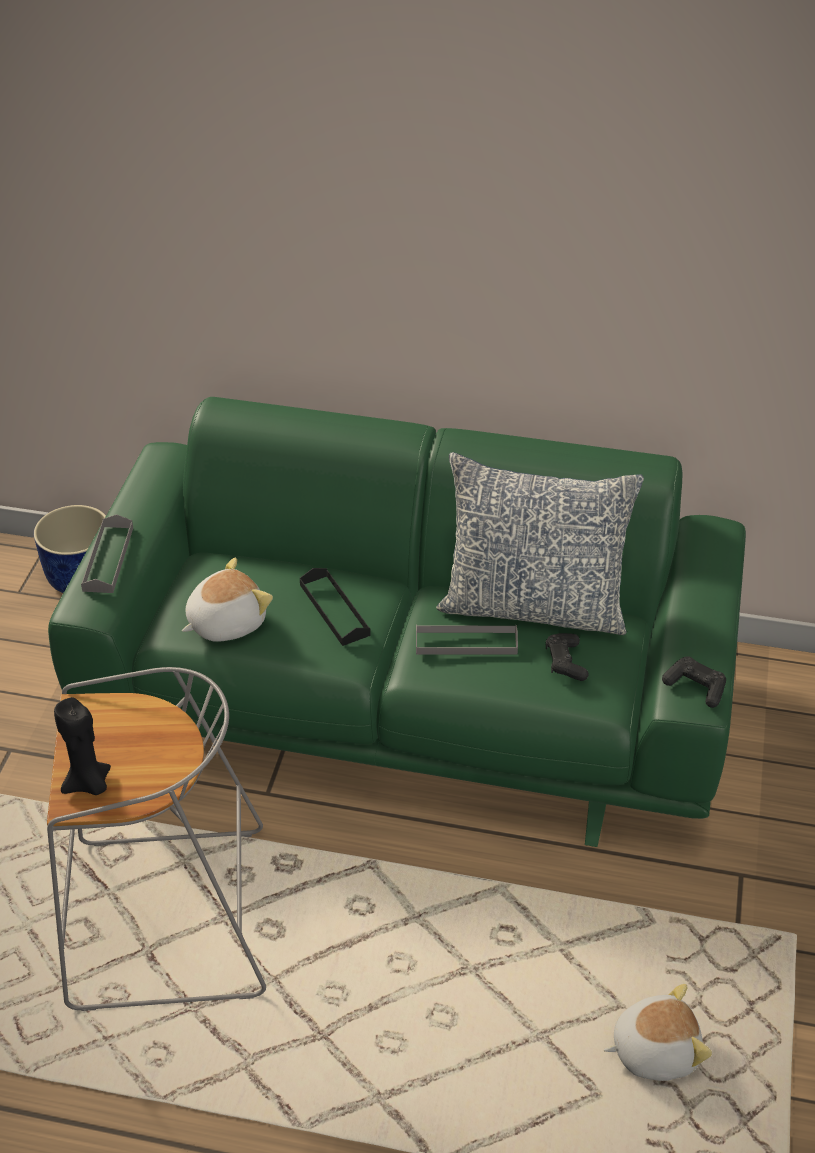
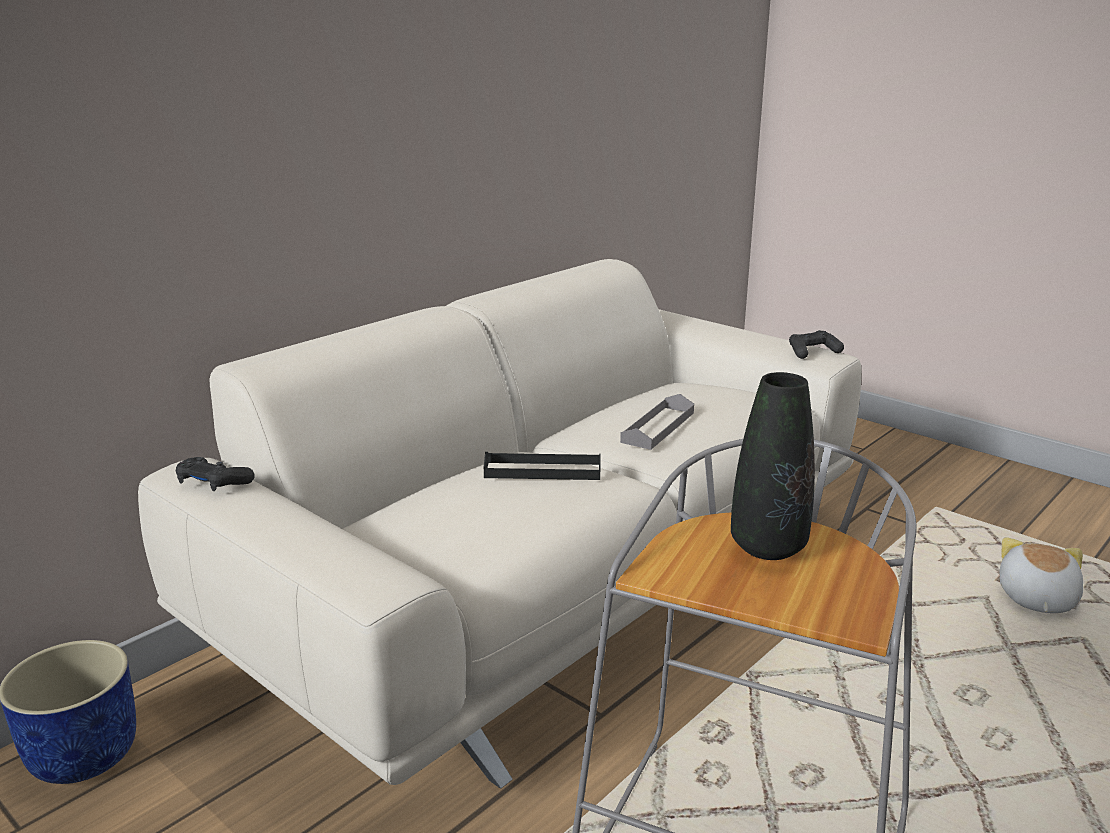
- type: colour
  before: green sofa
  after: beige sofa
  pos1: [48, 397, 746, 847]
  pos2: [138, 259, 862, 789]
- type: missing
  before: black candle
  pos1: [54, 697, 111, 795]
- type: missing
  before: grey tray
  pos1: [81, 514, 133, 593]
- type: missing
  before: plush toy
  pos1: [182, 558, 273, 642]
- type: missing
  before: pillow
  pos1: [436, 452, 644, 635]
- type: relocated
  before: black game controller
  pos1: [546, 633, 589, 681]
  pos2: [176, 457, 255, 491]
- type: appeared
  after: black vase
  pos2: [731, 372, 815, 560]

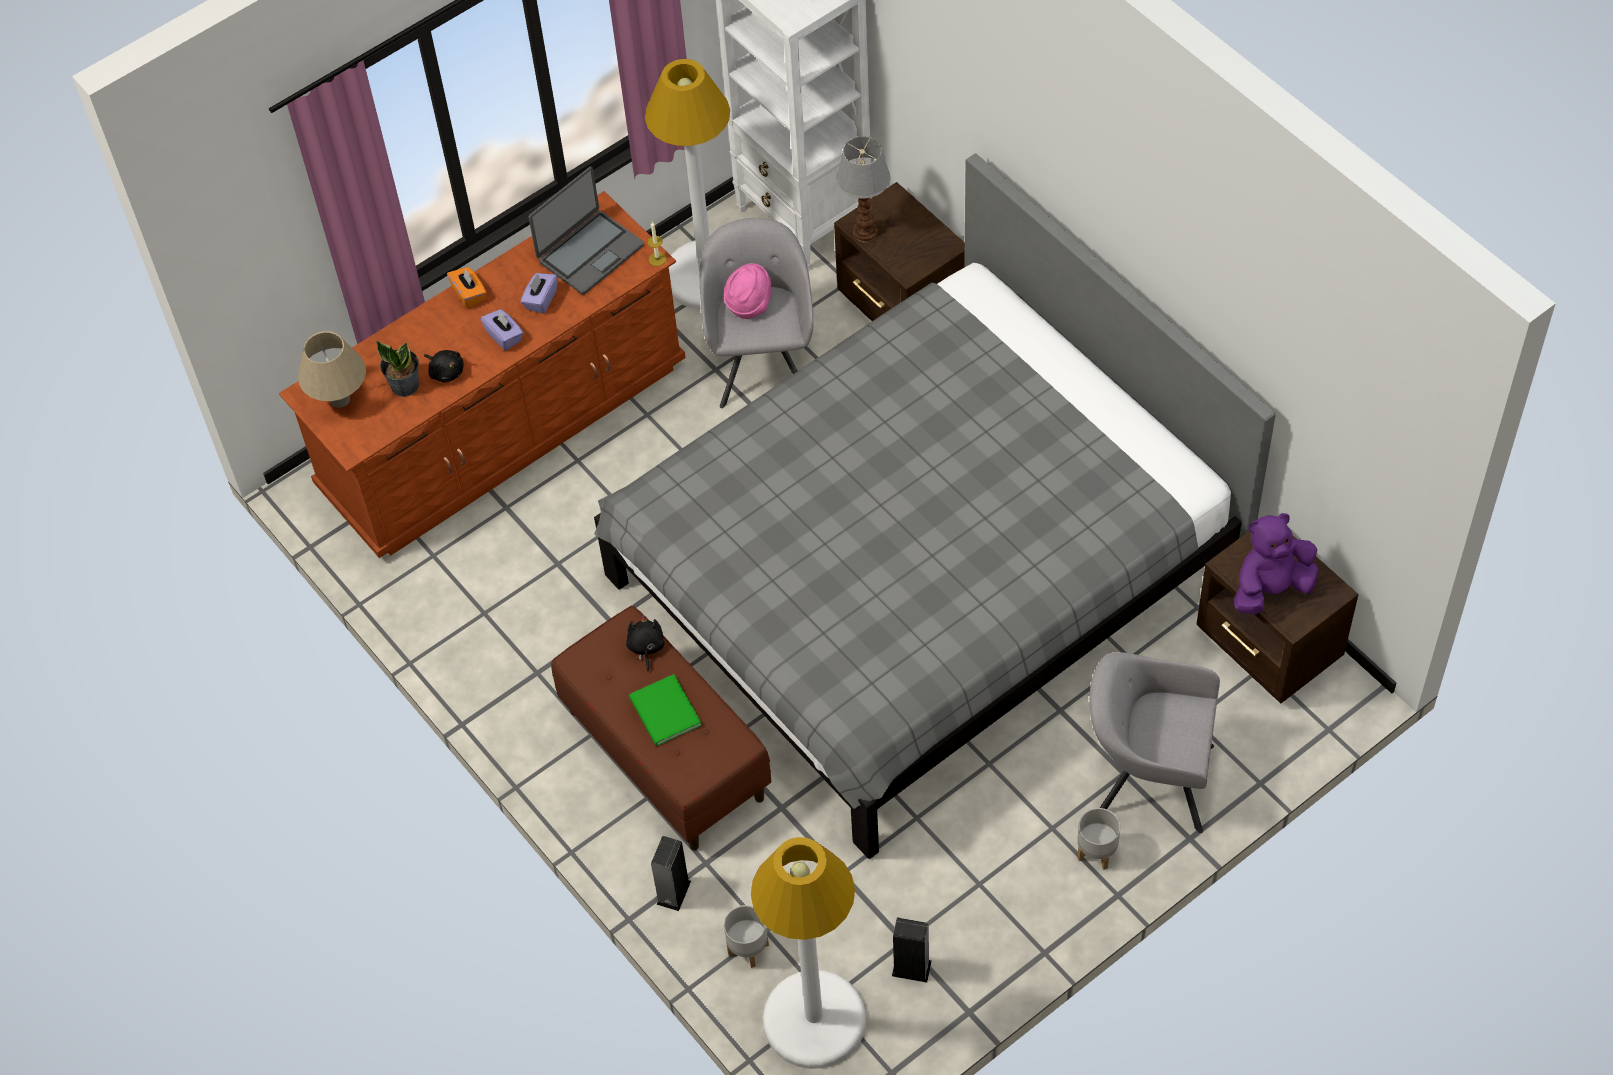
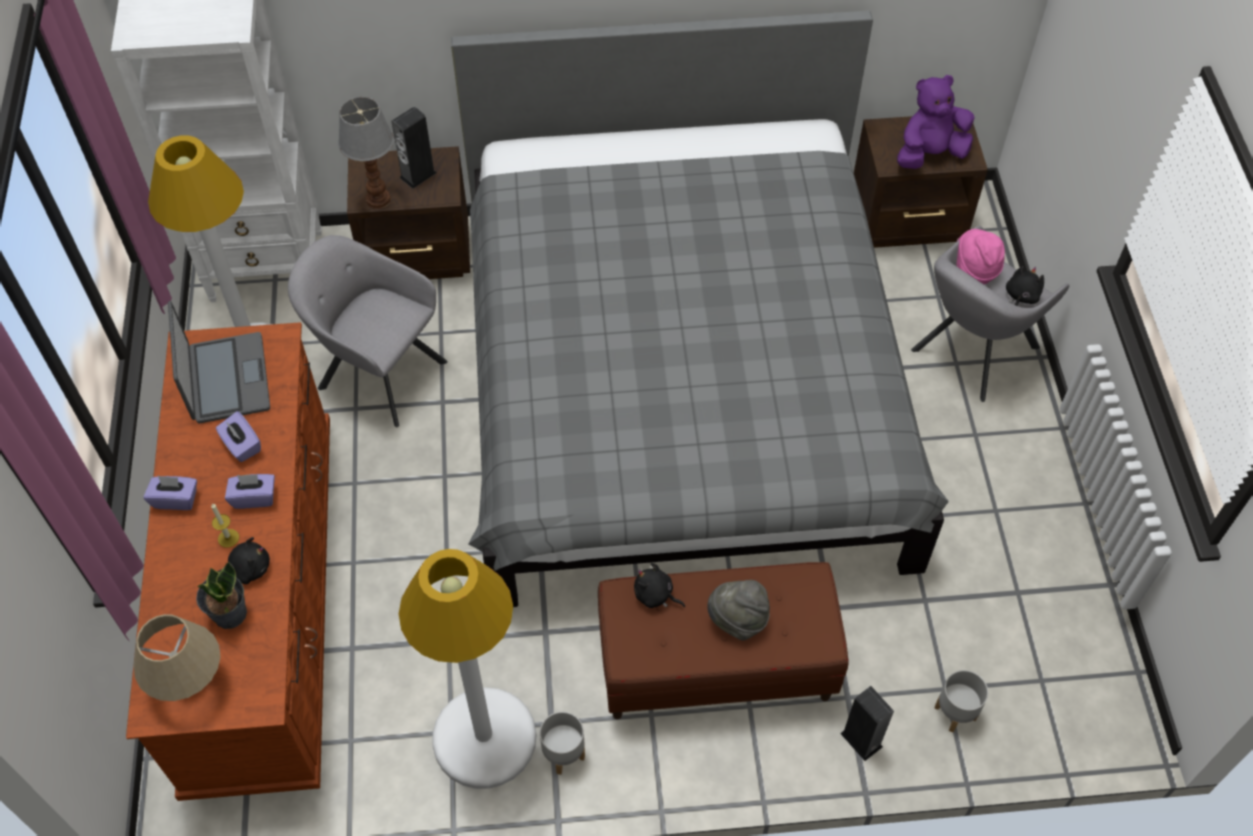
- type: colour
  before: orange tissue box
  after: purple tissue box
  pos1: [447, 267, 487, 308]
  pos2: [144, 476, 197, 510]
- type: exchanged
  before: green book
  after: grey hat
  pos1: [629, 674, 702, 746]
  pos2: [707, 580, 770, 641]
- type: relocated
  before: candle
  pos1: [647, 222, 666, 266]
  pos2: [211, 503, 239, 548]
- type: relocated
  before: pink hat
  pos1: [724, 263, 771, 319]
  pos2: [957, 229, 1005, 284]
- type: relocated
  before: white floor lamp
  pos1: [751, 837, 866, 1069]
  pos2: [399, 549, 536, 789]
- type: relocated
  before: speaker
  pos1: [892, 917, 932, 983]
  pos2: [391, 107, 437, 189]
- type: relocated
  before: grey planter
  pos1: [1077, 808, 1120, 870]
  pos2: [540, 712, 585, 775]
- type: spun
  before: purple plush toy
  pos1: [1234, 513, 1318, 614]
  pos2: [897, 75, 975, 169]
  turn: 60
- type: appeared
  after: black plush toy
  pos2: [1006, 266, 1044, 306]

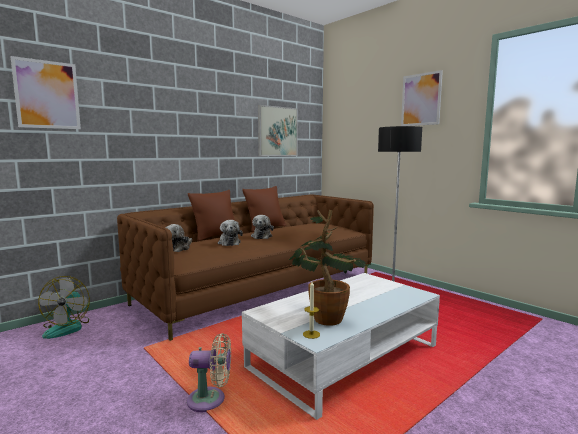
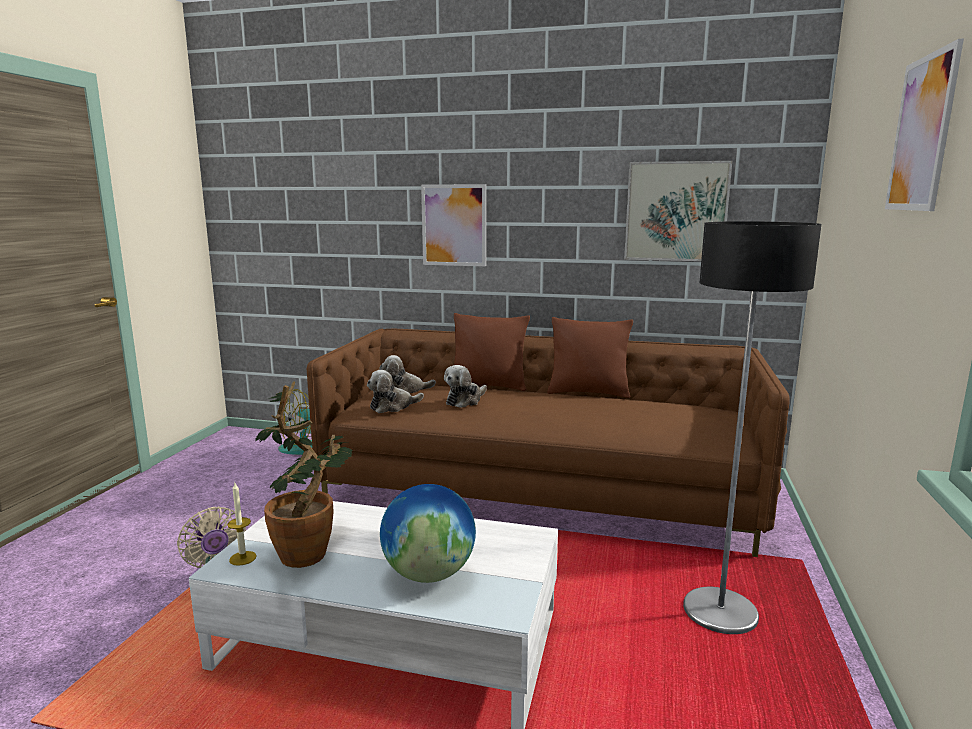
- type: relocated
  before: picture
  pos1: [10, 56, 81, 129]
  pos2: [421, 184, 486, 266]
- type: relocated
  before: plush toy
  pos1: [251, 215, 274, 239]
  pos2: [367, 370, 424, 413]
- type: appeared
  after: globe
  pos2: [380, 484, 476, 583]

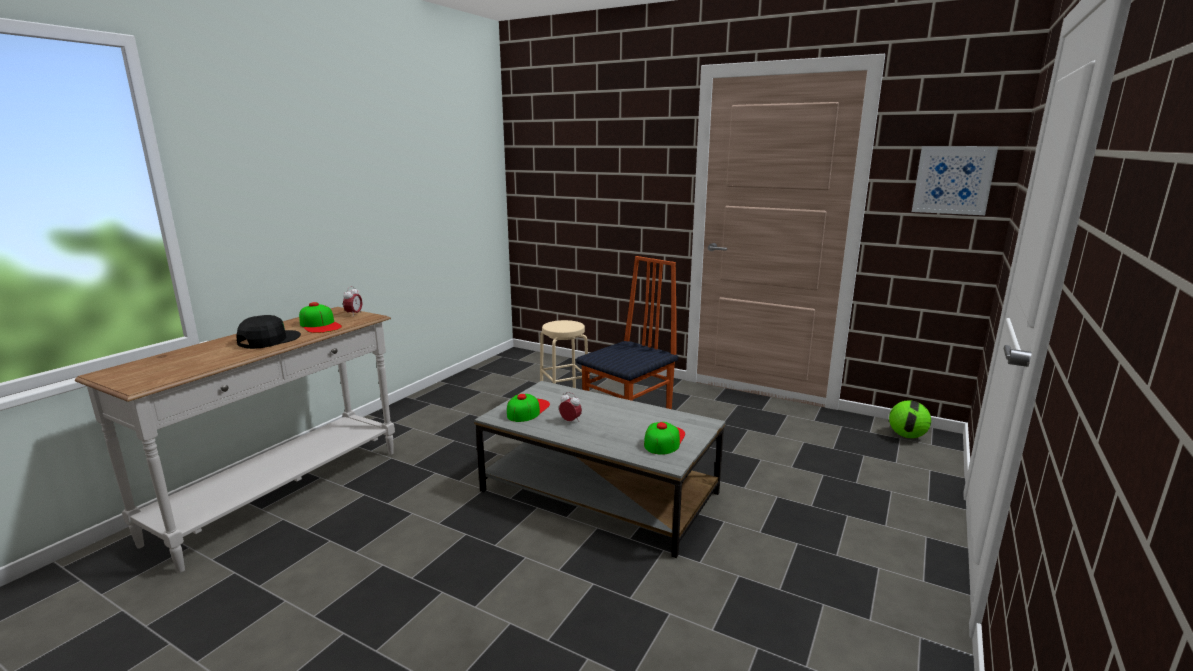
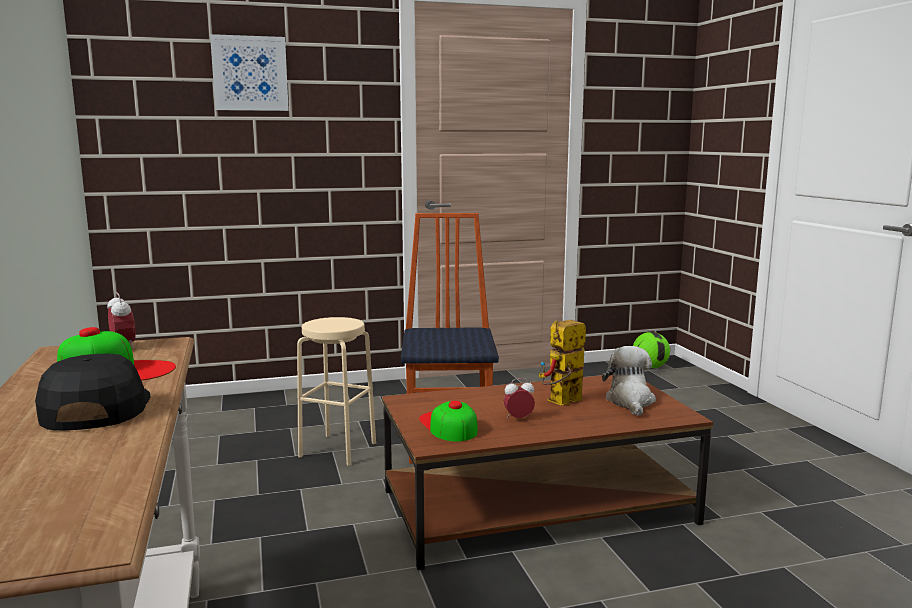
- type: colour
  before: grey coffee table
  after: brown coffee table
  pos1: [474, 381, 725, 558]
  pos2: [382, 375, 713, 570]
- type: exchanged
  before: cap
  after: plush toy
  pos1: [644, 422, 685, 455]
  pos2: [602, 346, 656, 416]
- type: relocated
  before: picture
  pos1: [912, 146, 998, 215]
  pos2: [210, 34, 289, 111]
- type: appeared
  after: toy robot
  pos2: [539, 320, 586, 406]

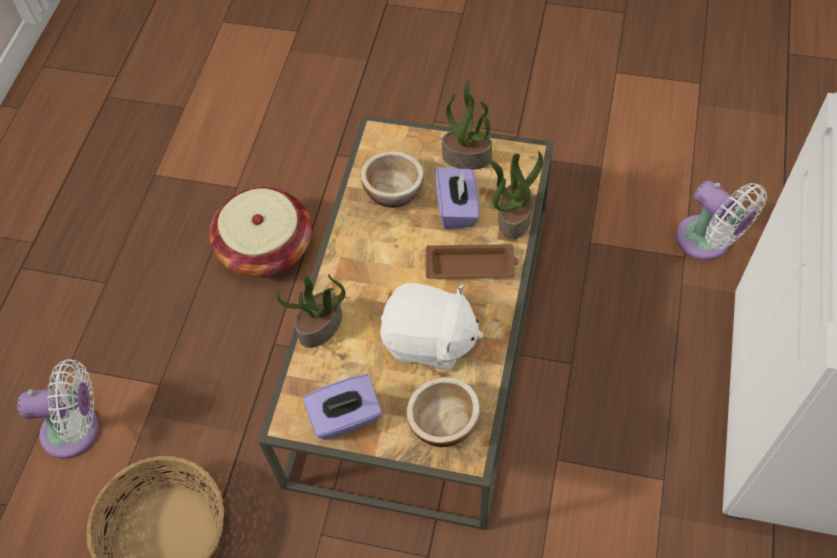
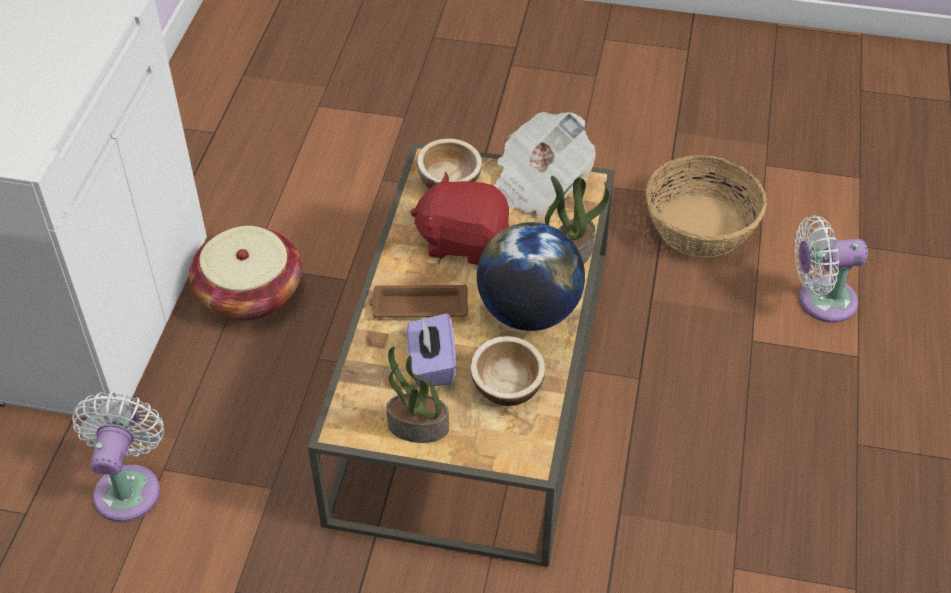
- type: relocated
  before: basket
  pos1: [209, 187, 312, 277]
  pos2: [189, 226, 302, 321]
- type: exchanged
  before: purple tissue box
  after: newspaper
  pos1: [303, 374, 382, 440]
  pos2: [494, 112, 596, 216]
- type: colour
  before: white plush toy
  after: red plush toy
  pos1: [380, 283, 483, 371]
  pos2: [410, 172, 510, 265]
- type: missing
  before: potted plant
  pos1: [490, 151, 543, 239]
- type: spun
  before: white fan
  pos1: [676, 181, 767, 260]
  pos2: [72, 392, 164, 522]
  turn: 45
- type: appeared
  after: globe
  pos2: [477, 222, 585, 331]

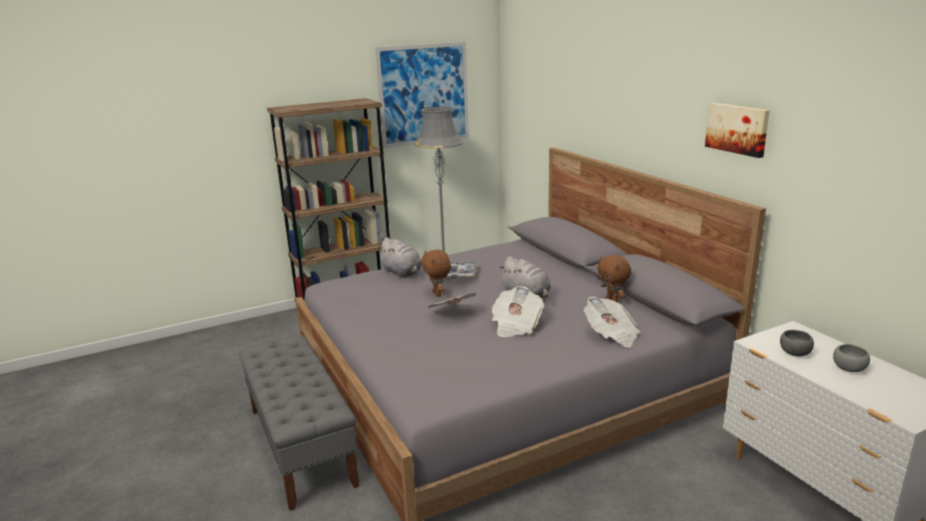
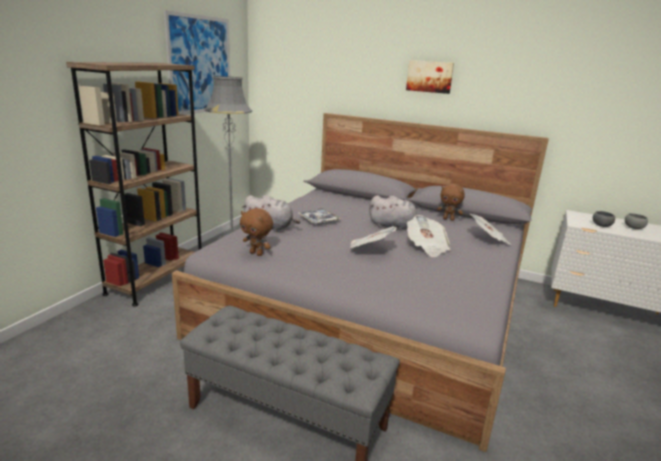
- type: relocated
  before: brown plush toy
  pos1: [421, 250, 451, 297]
  pos2: [240, 208, 273, 256]
- type: relocated
  before: picture
  pos1: [705, 103, 770, 158]
  pos2: [406, 60, 454, 94]

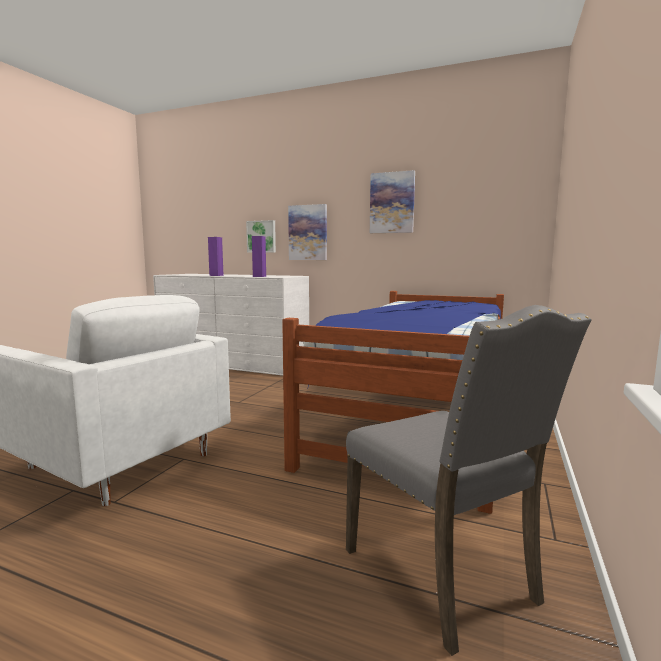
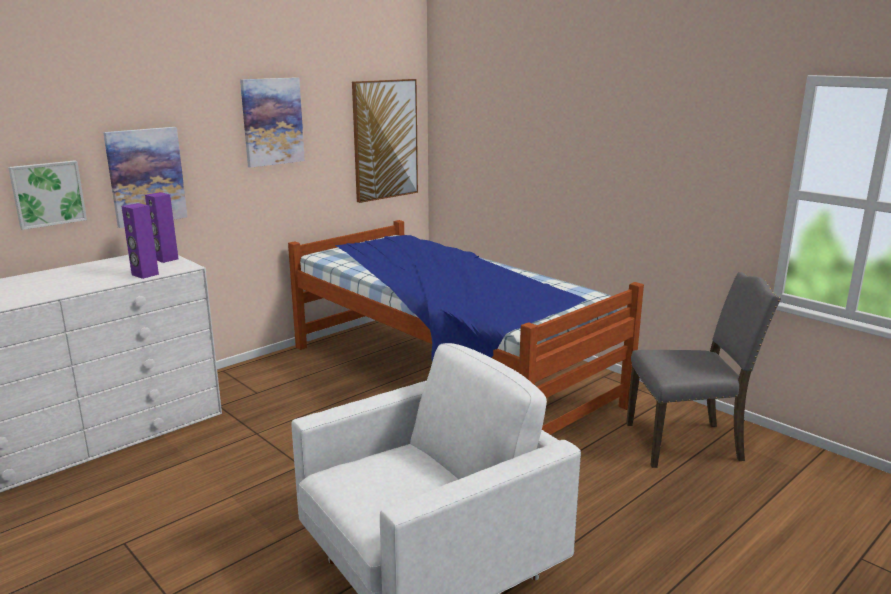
- type: relocated
  before: purple speaker
  pos1: [208, 237, 223, 276]
  pos2: [145, 192, 179, 263]
- type: appeared
  after: picture
  pos2: [352, 79, 418, 203]

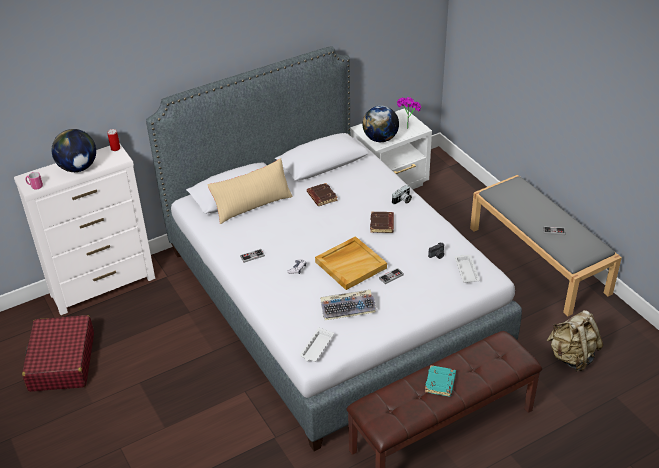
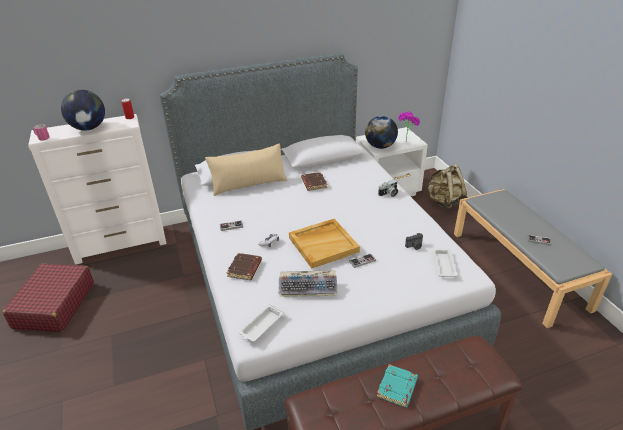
- type: relocated
  before: brown book
  pos1: [370, 212, 394, 233]
  pos2: [227, 253, 262, 280]
- type: relocated
  before: beige backpack
  pos1: [547, 310, 603, 372]
  pos2: [426, 164, 467, 209]

